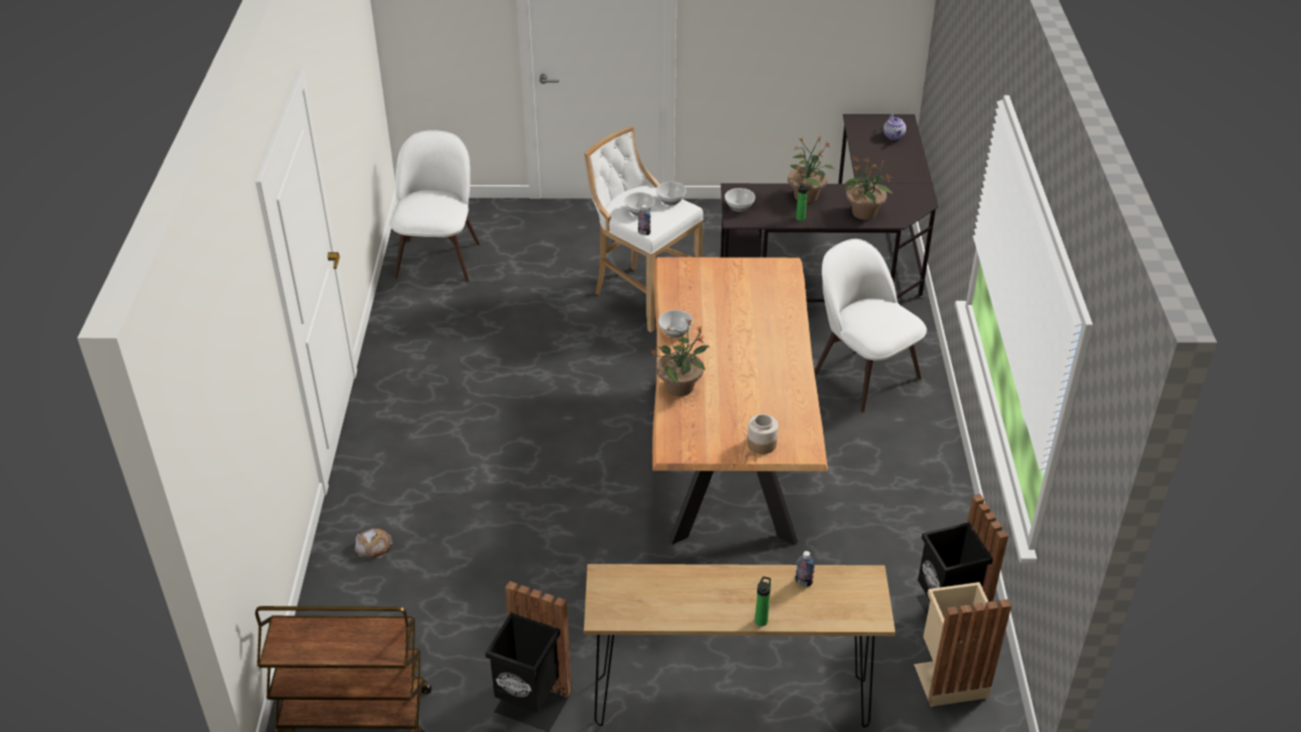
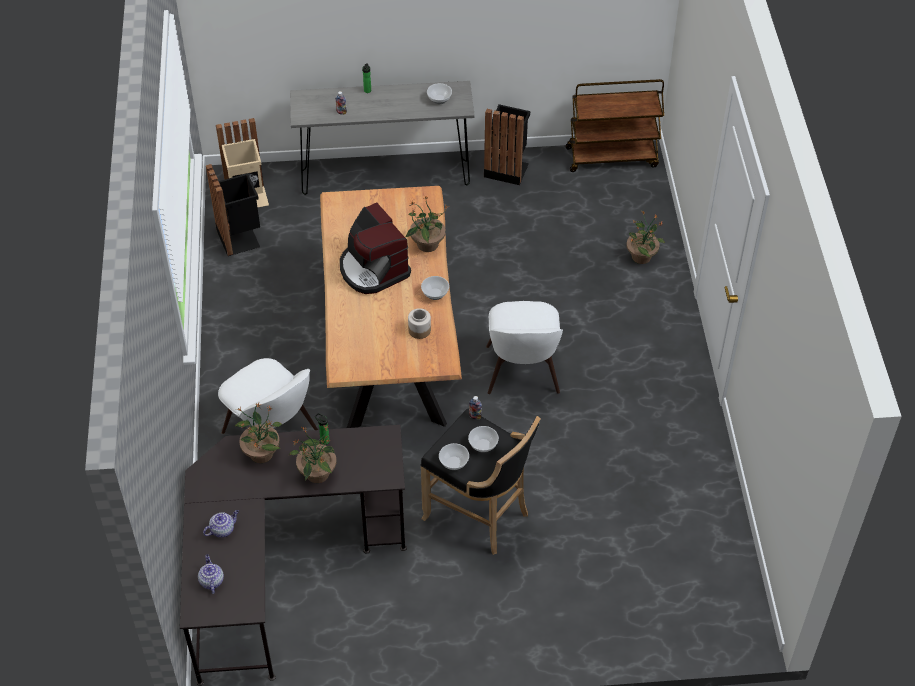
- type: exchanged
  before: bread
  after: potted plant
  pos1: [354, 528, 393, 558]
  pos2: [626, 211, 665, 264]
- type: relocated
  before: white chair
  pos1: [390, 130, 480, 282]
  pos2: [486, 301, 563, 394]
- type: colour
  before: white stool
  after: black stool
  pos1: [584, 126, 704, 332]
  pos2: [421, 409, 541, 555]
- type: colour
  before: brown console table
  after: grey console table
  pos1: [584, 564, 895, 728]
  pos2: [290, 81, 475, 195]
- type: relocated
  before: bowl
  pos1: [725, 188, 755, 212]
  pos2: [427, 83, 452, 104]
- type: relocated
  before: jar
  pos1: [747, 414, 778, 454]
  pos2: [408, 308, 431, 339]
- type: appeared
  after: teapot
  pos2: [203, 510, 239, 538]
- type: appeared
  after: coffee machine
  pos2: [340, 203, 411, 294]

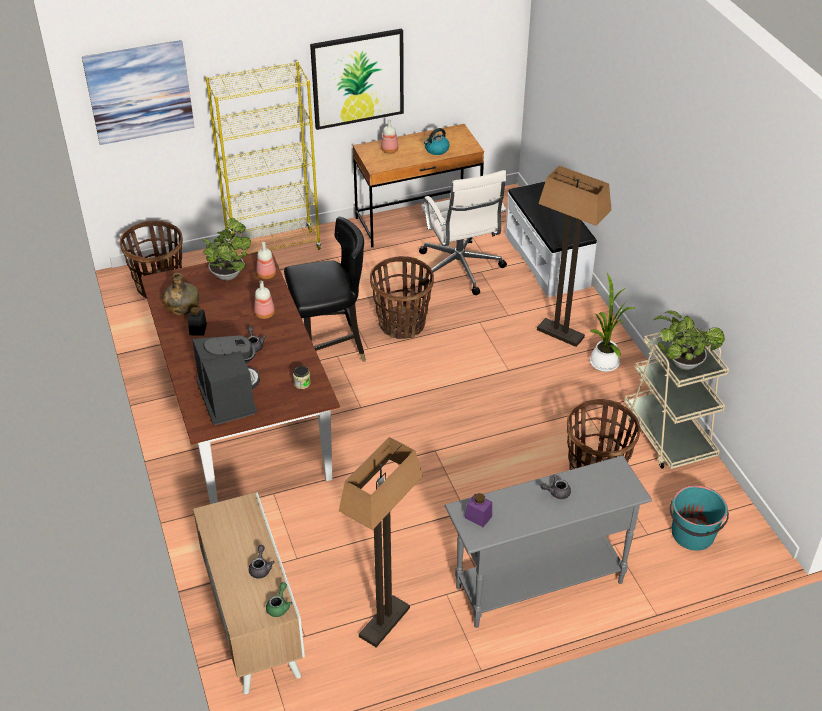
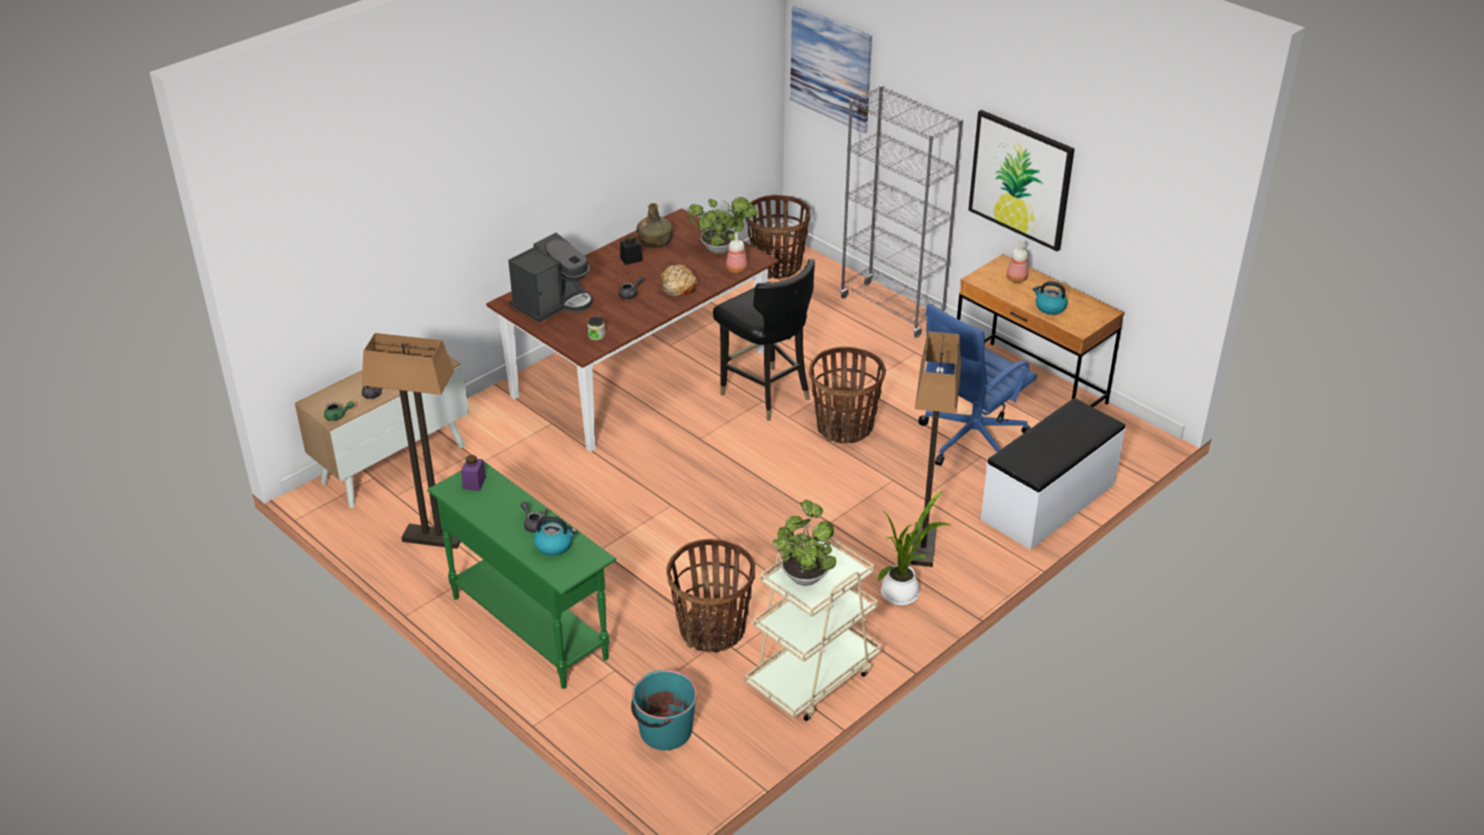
- type: colour
  before: yellow bookcase
  after: grey bookcase
  pos1: [205, 61, 321, 255]
  pos2: [840, 85, 963, 338]
- type: exchanged
  before: bottle
  after: bread
  pos1: [254, 281, 275, 319]
  pos2: [660, 265, 698, 296]
- type: colour
  before: white office chair
  after: blue office chair
  pos1: [419, 170, 507, 295]
  pos2: [918, 303, 1037, 466]
- type: colour
  before: grey console table
  after: green console table
  pos1: [445, 455, 652, 628]
  pos2: [427, 461, 616, 689]
- type: appeared
  after: kettle
  pos2: [534, 516, 577, 556]

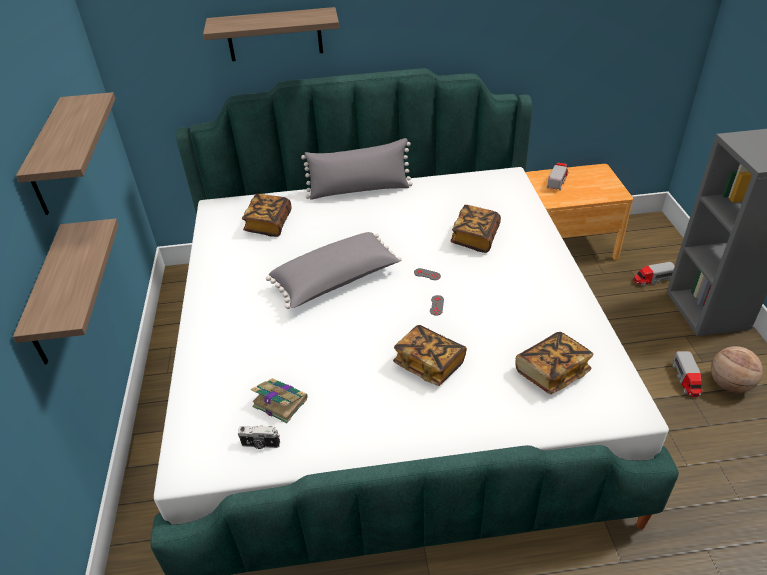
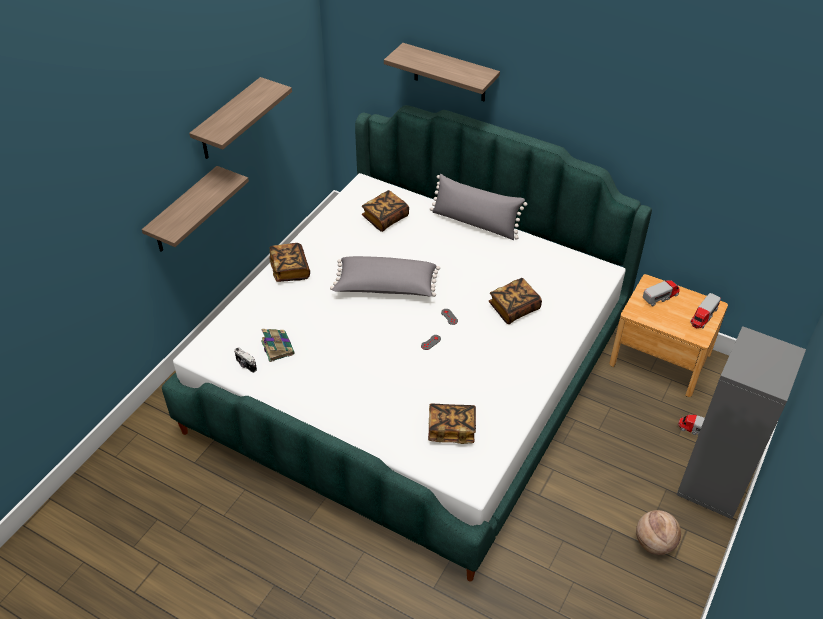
- type: relocated
  before: book
  pos1: [393, 325, 467, 386]
  pos2: [269, 243, 310, 282]
- type: relocated
  before: toy truck
  pos1: [672, 351, 703, 397]
  pos2: [690, 293, 721, 328]

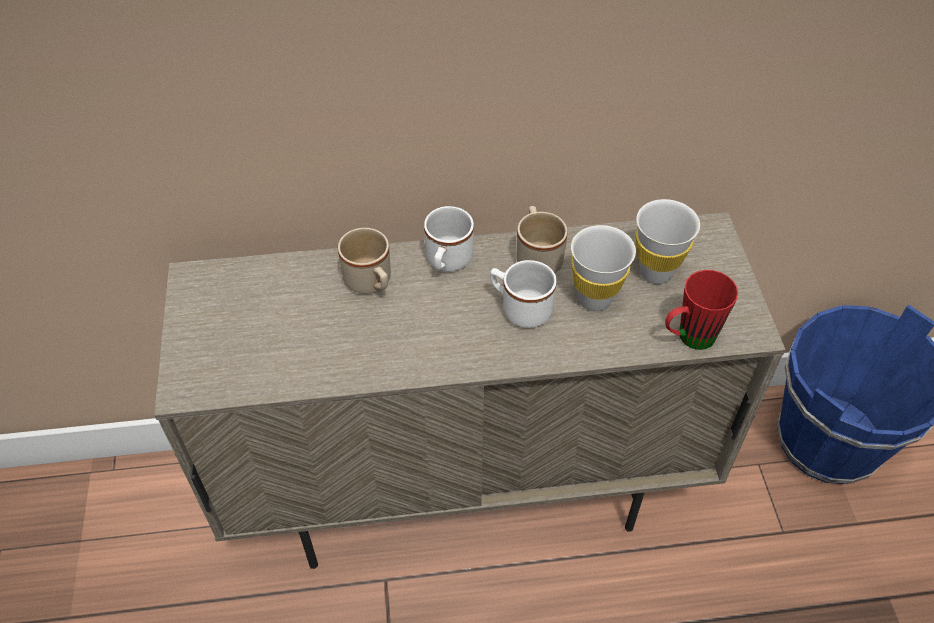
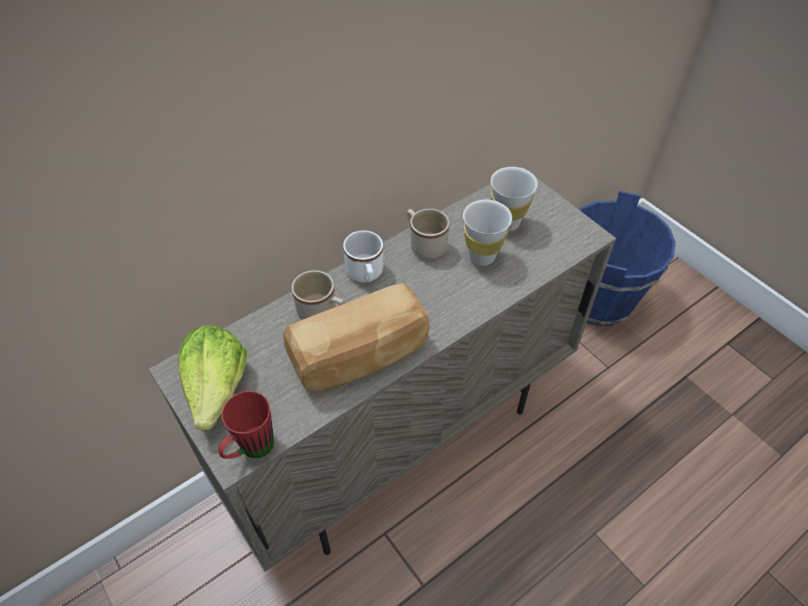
- type: missing
  before: white mug
  pos1: [490, 260, 557, 328]
- type: relocated
  before: red mug
  pos1: [665, 270, 738, 350]
  pos2: [218, 391, 274, 459]
- type: appeared
  after: lettuce
  pos2: [178, 325, 247, 430]
- type: appeared
  after: bread
  pos2: [283, 283, 430, 393]

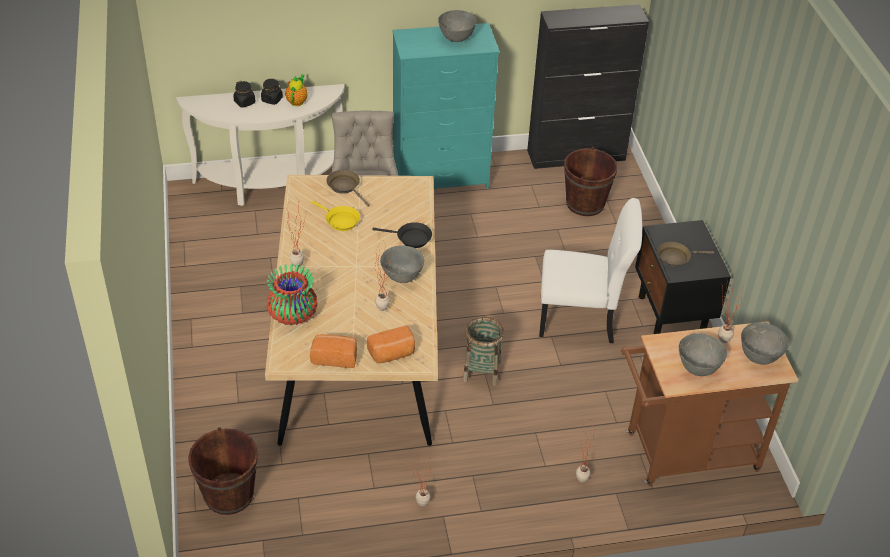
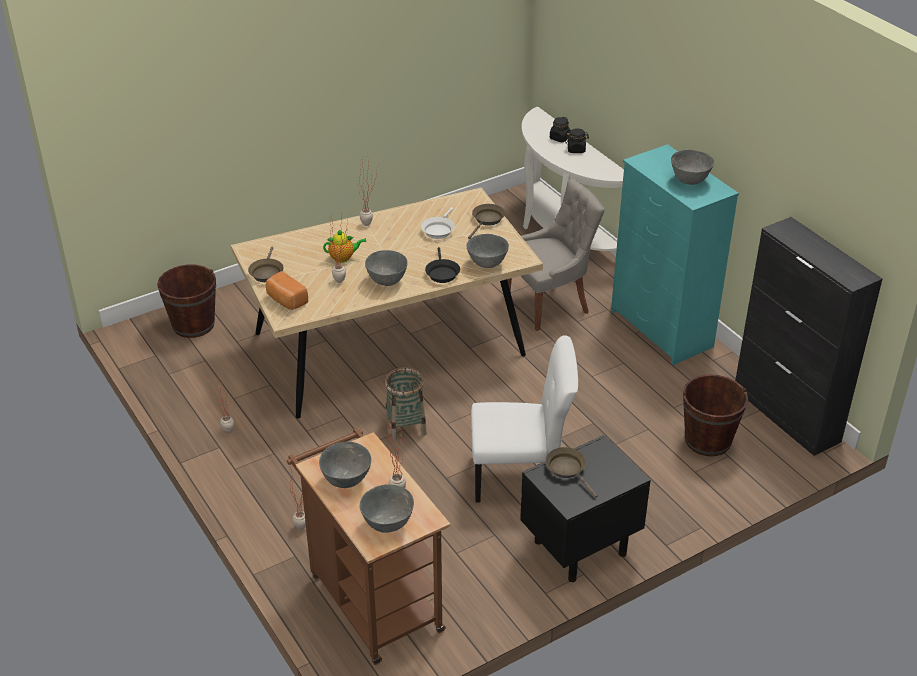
- type: missing
  before: vase
  pos1: [266, 264, 318, 325]
- type: relocated
  before: teapot
  pos1: [285, 74, 308, 106]
  pos2: [323, 229, 366, 263]
- type: exchanged
  before: bread
  after: brown frying pan
  pos1: [310, 334, 357, 368]
  pos2: [248, 247, 284, 282]
- type: colour
  before: yellow frying pan
  after: white frying pan
  pos1: [311, 201, 360, 231]
  pos2: [421, 207, 455, 239]
- type: spun
  before: white chair
  pos1: [539, 198, 642, 343]
  pos2: [471, 335, 578, 502]
  turn: -75
- type: appeared
  after: grey bowl
  pos2: [466, 234, 509, 268]

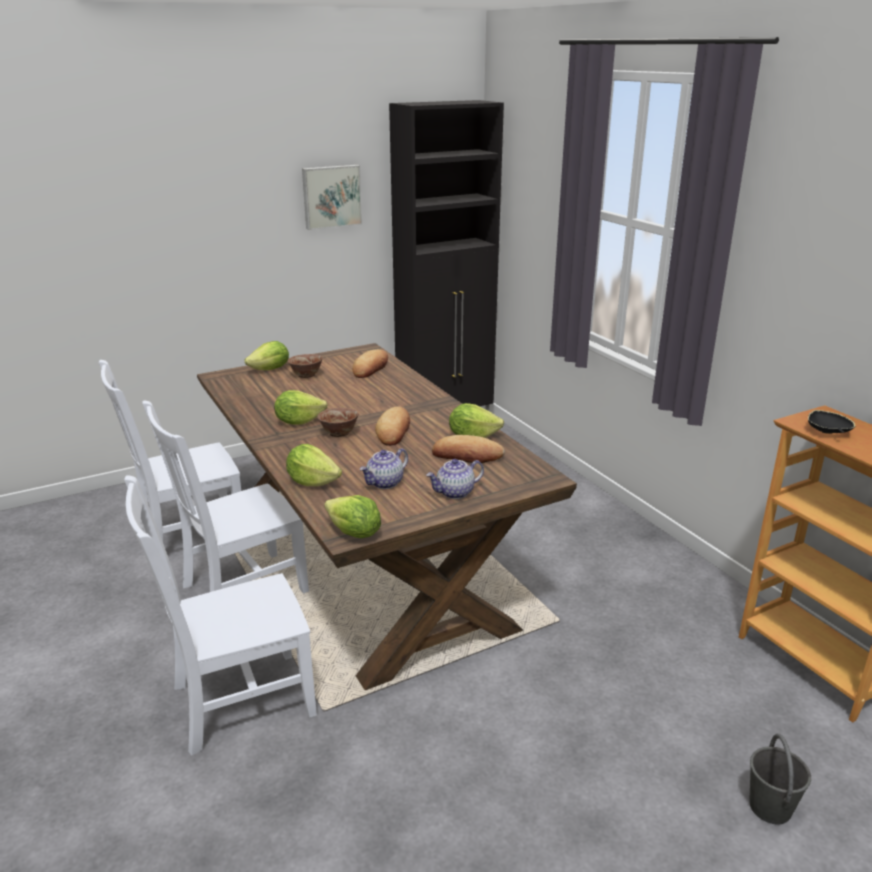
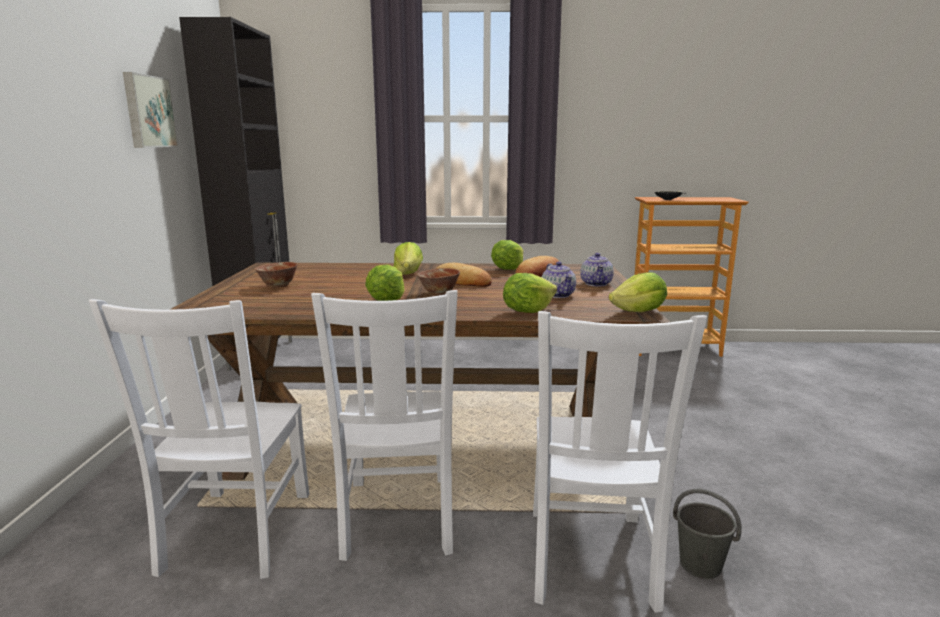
- type: relocated
  before: lettuce
  pos1: [244, 341, 289, 370]
  pos2: [393, 242, 423, 275]
- type: missing
  before: bread
  pos1: [352, 349, 388, 378]
- type: relocated
  before: grey bucket
  pos1: [749, 734, 811, 824]
  pos2: [673, 489, 741, 579]

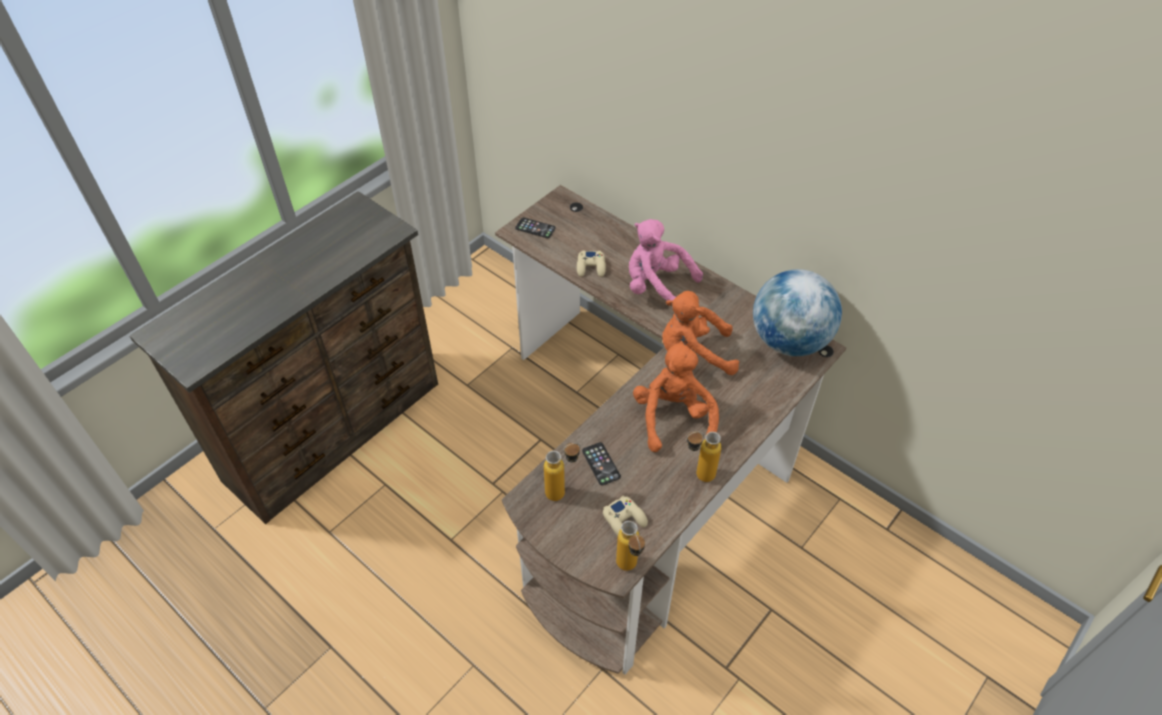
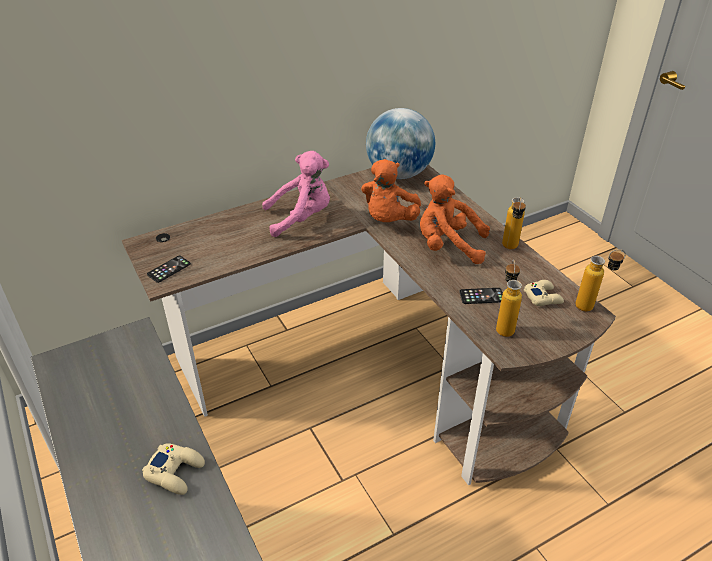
- type: relocated
  before: beige game controller
  pos1: [577, 251, 606, 277]
  pos2: [142, 443, 205, 495]
- type: spun
  before: pink plush toy
  pos1: [629, 219, 703, 301]
  pos2: [262, 151, 330, 237]
  turn: -150

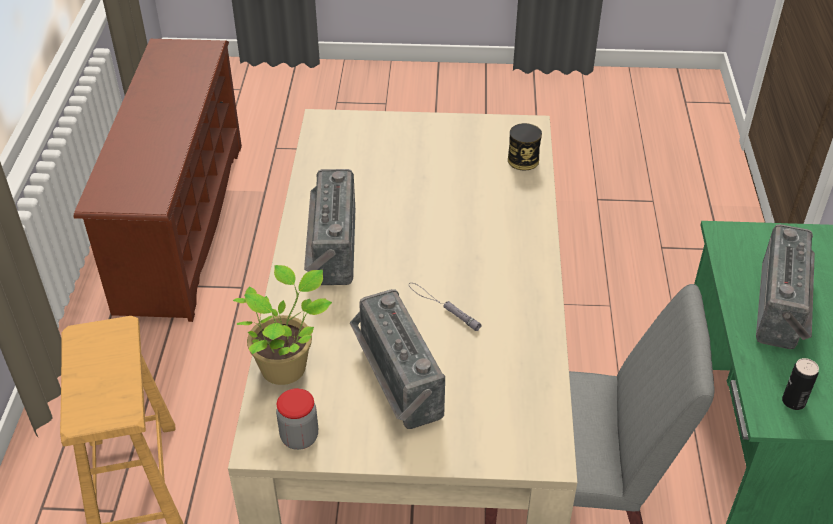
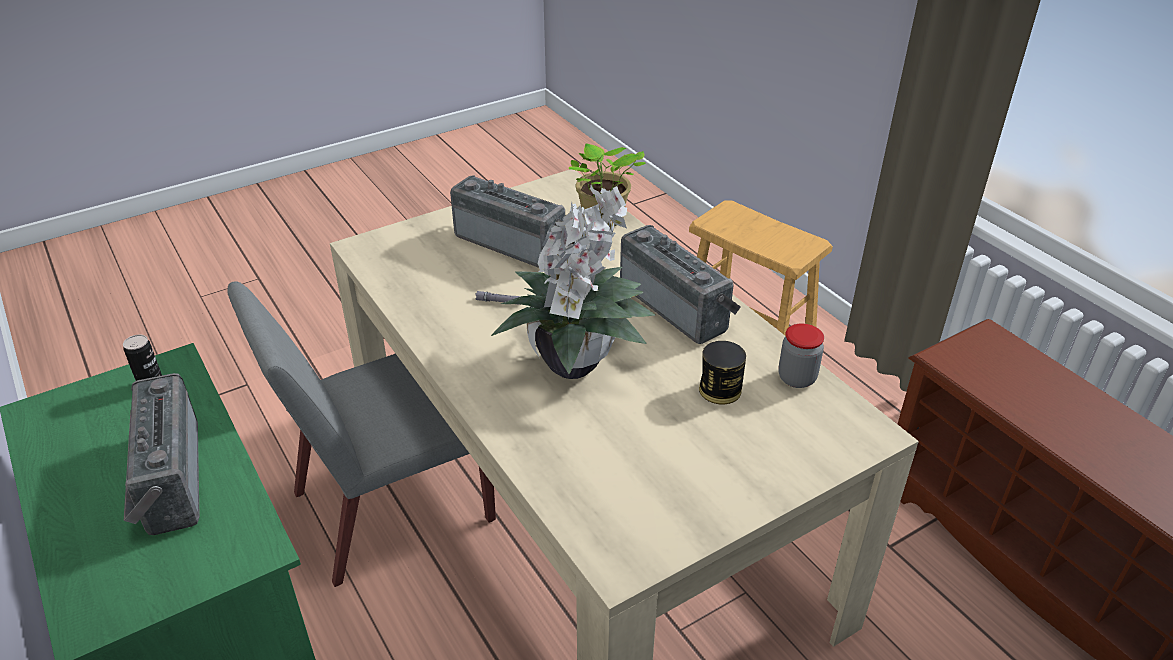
- type: relocated
  before: jar
  pos1: [276, 388, 318, 450]
  pos2: [779, 324, 824, 388]
- type: relocated
  before: can
  pos1: [508, 123, 542, 170]
  pos2: [699, 341, 746, 404]
- type: appeared
  after: potted plant
  pos2: [491, 185, 655, 379]

